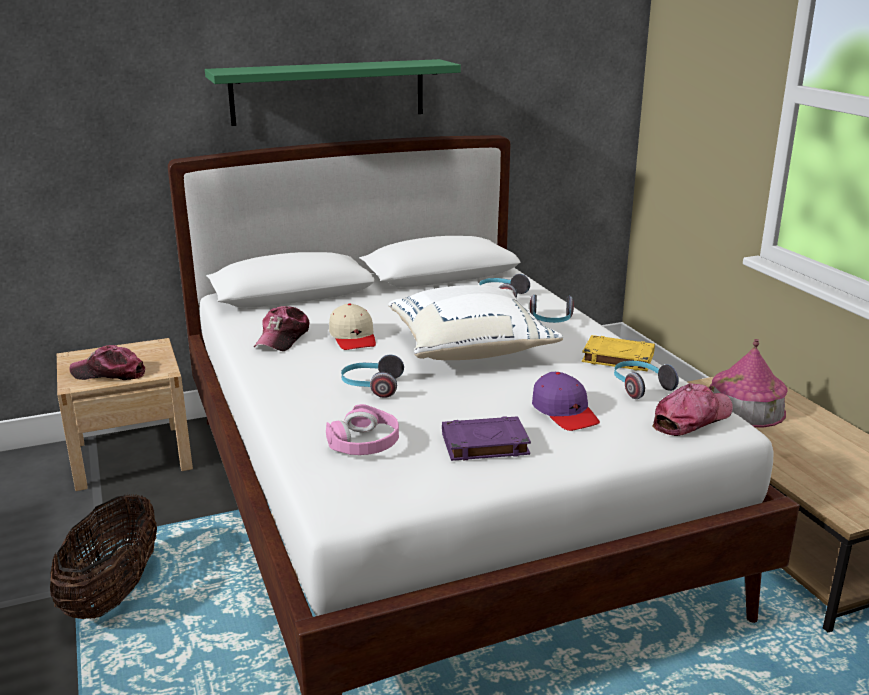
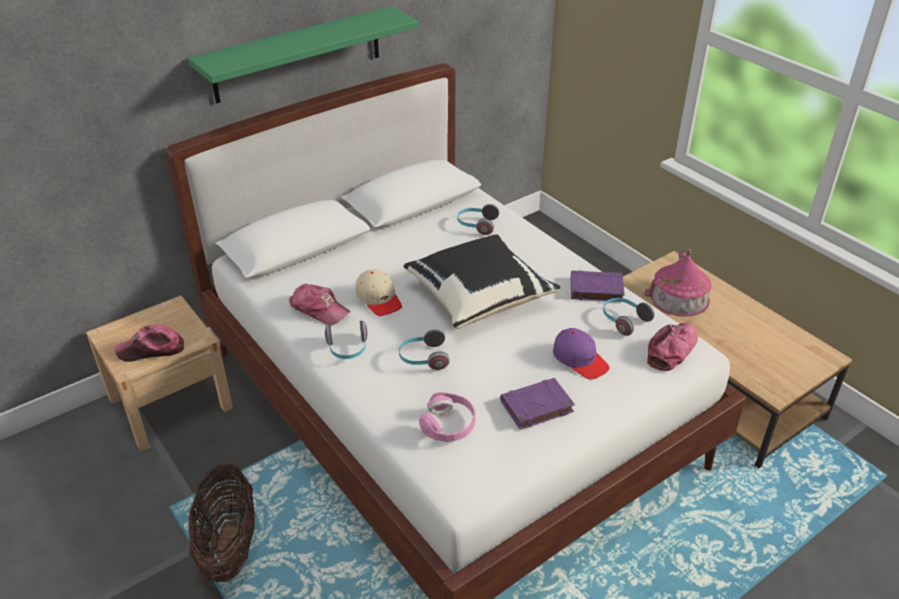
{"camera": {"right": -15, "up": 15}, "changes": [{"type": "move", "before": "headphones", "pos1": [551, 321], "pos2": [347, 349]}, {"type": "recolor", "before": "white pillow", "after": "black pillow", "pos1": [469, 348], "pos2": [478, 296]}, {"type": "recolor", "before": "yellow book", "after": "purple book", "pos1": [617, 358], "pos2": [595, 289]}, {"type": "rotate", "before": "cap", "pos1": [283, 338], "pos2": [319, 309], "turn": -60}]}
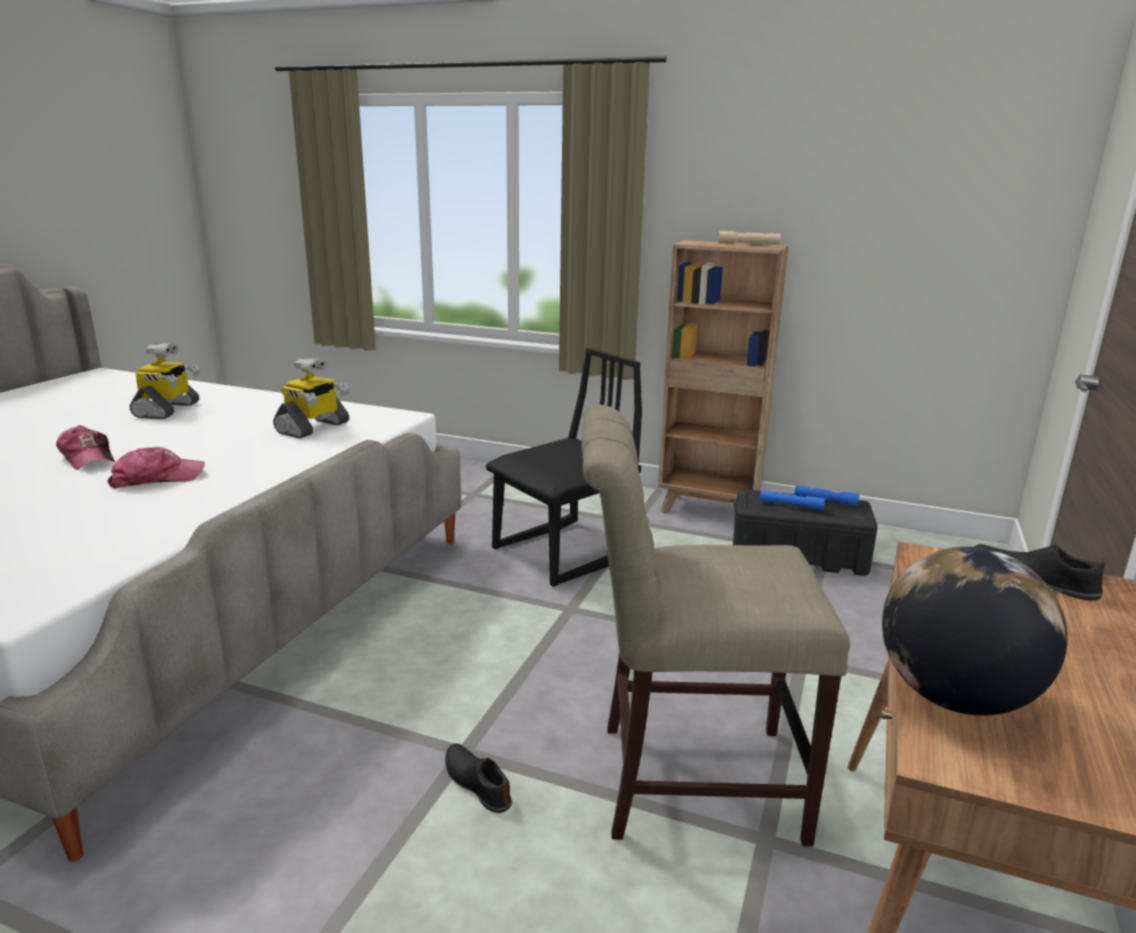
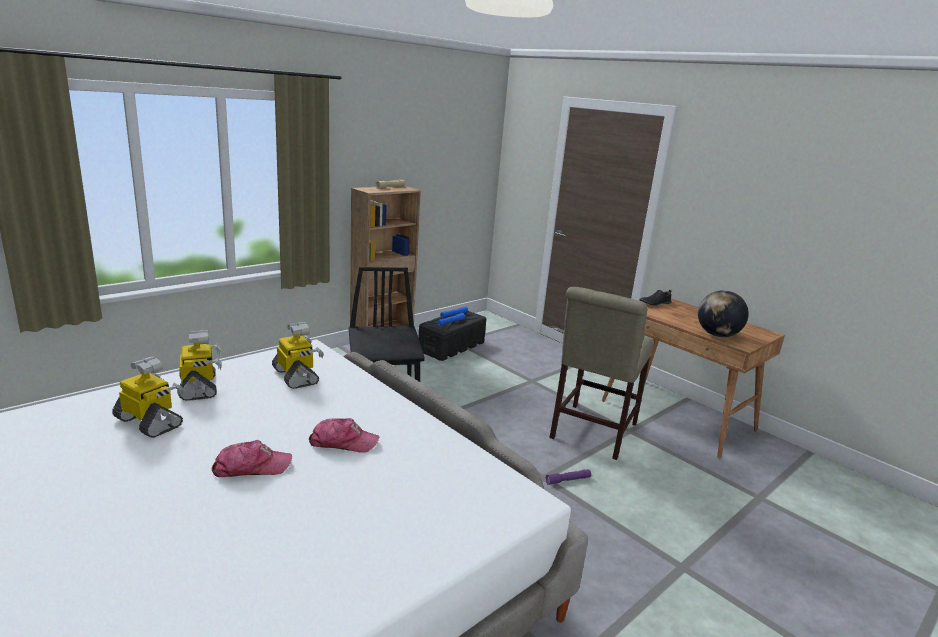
{"camera": {"right": -65, "up": 0}, "changes": [{"type": "insert", "after": "toy robot", "pos2": [199, 387]}, {"type": "replace", "before": "black shoe", "after": "purple flashlight", "pos1": [477, 782], "pos2": [568, 480]}, {"type": "rotate", "before": "cap", "pos1": [157, 478], "pos2": [343, 442], "turn": 90}]}
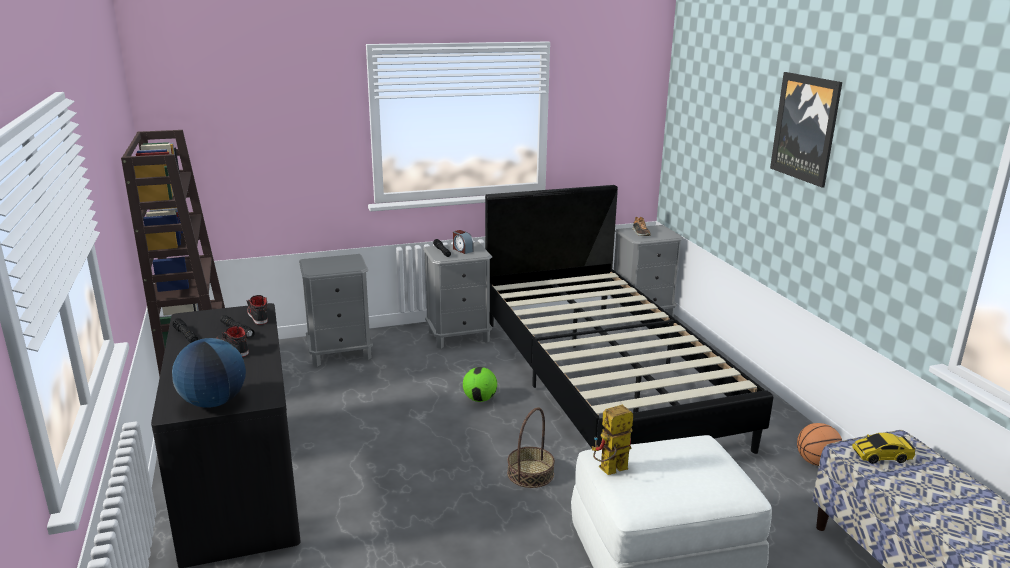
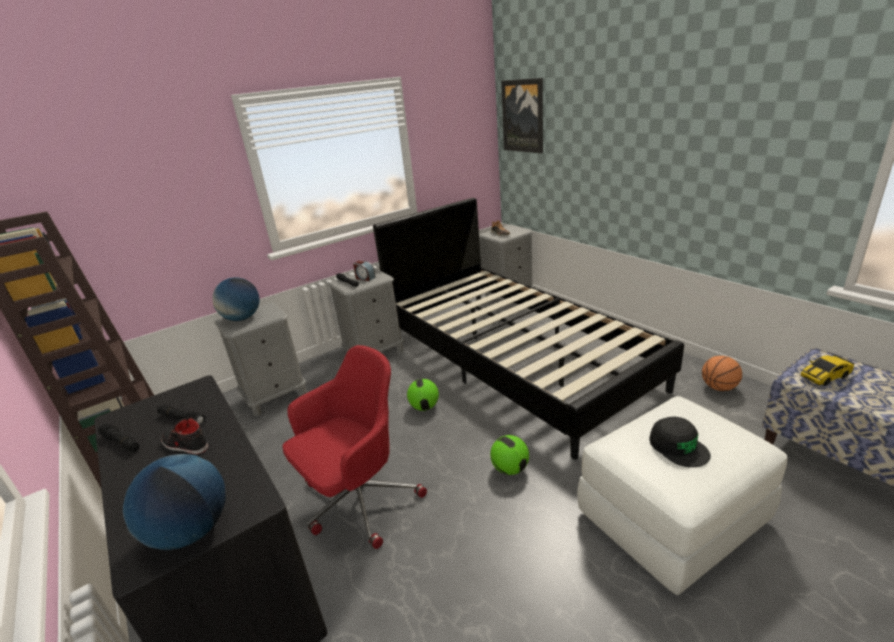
{"camera": {"right": -15, "up": 5}, "changes": [{"type": "delete", "before": "black shoe", "pos1": [257, 316]}, {"type": "delete", "before": "toy robot", "pos1": [609, 471]}, {"type": "insert", "after": "globe", "pos2": [242, 318]}, {"type": "insert", "after": "red office chair", "pos2": [359, 500]}, {"type": "insert", "after": "black cap", "pos2": [678, 446]}, {"type": "move", "before": "picture", "pos1": [806, 128], "pos2": [523, 116]}, {"type": "replace", "before": "basket", "after": "football", "pos1": [530, 473], "pos2": [510, 469]}]}
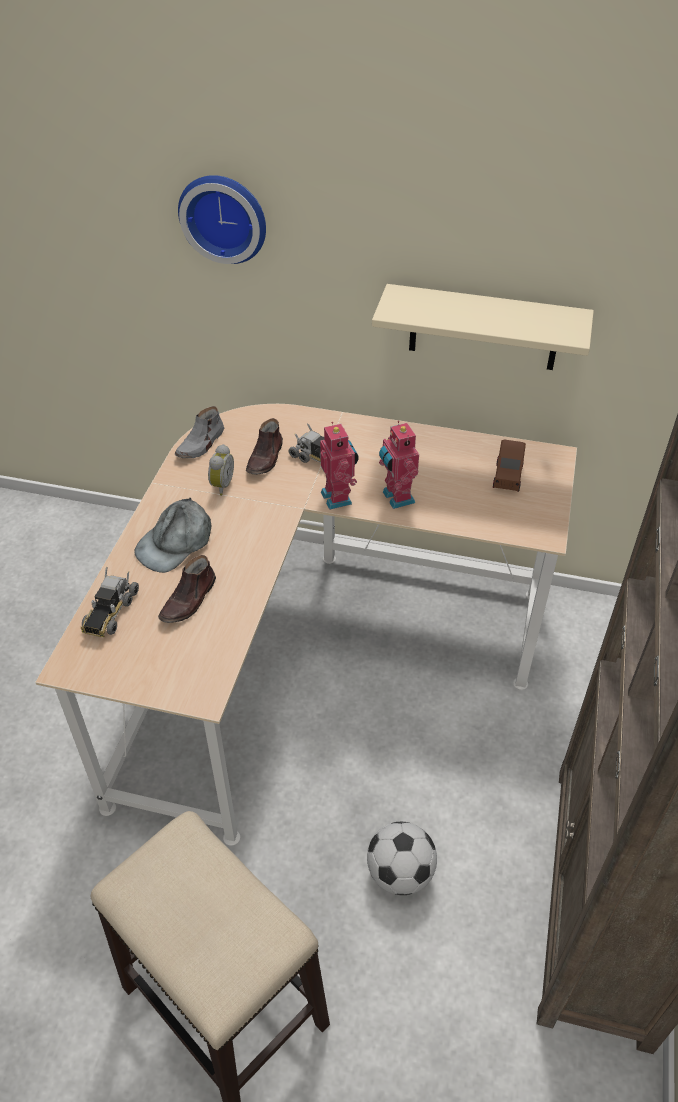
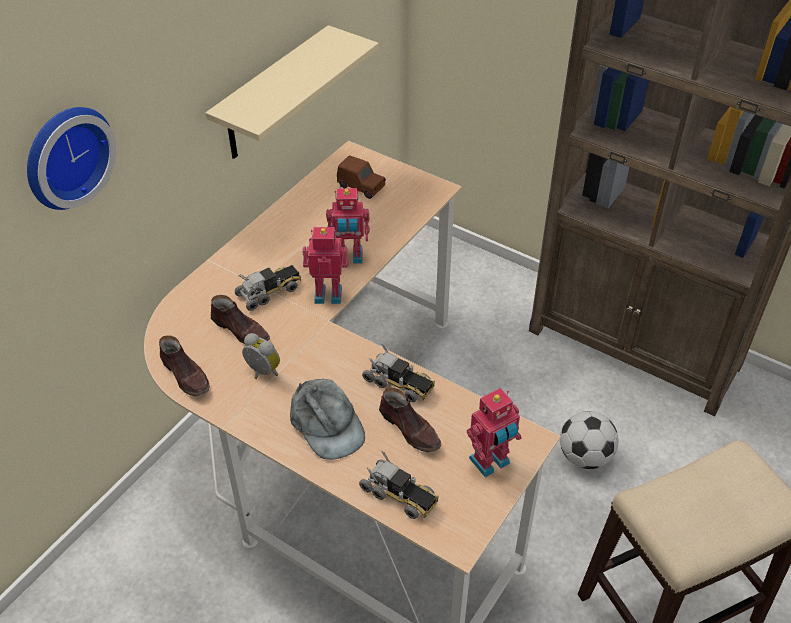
{"camera": {"right": -70, "up": 0}, "changes": [{"type": "insert", "after": "toy truck", "pos2": [399, 383]}, {"type": "insert", "after": "toy robot", "pos2": [491, 462]}, {"type": "recolor", "before": "grey shoe", "after": "brown shoe", "pos1": [201, 444], "pos2": [186, 375]}]}
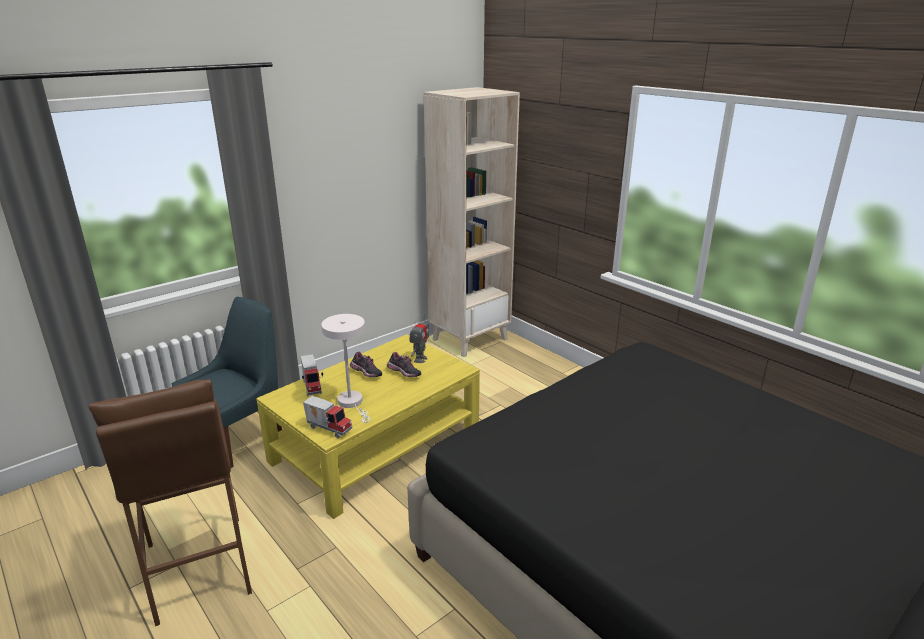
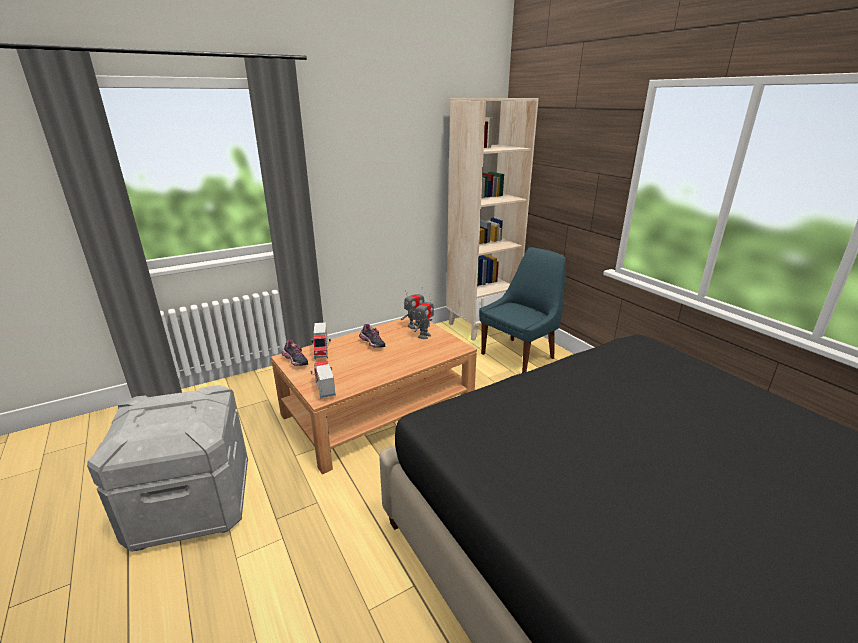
{"camera": {"right": 10, "up": 0}, "changes": [{"type": "delete", "before": "white table lamp", "pos1": [352, 403]}, {"type": "insert", "after": "toy robot", "pos2": [414, 326]}, {"type": "move", "before": "blue chair", "pos1": [241, 436], "pos2": [519, 355]}, {"type": "move", "before": "shoe", "pos1": [404, 374], "pos2": [295, 362]}, {"type": "replace", "before": "brown stool", "after": "grey storage box", "pos1": [198, 568], "pos2": [191, 505]}, {"type": "recolor", "before": "yellow coffee table", "after": "brown coffee table", "pos1": [377, 444], "pos2": [379, 409]}, {"type": "rotate", "before": "toy truck", "pos1": [329, 428], "pos2": [324, 389], "turn": -150}]}
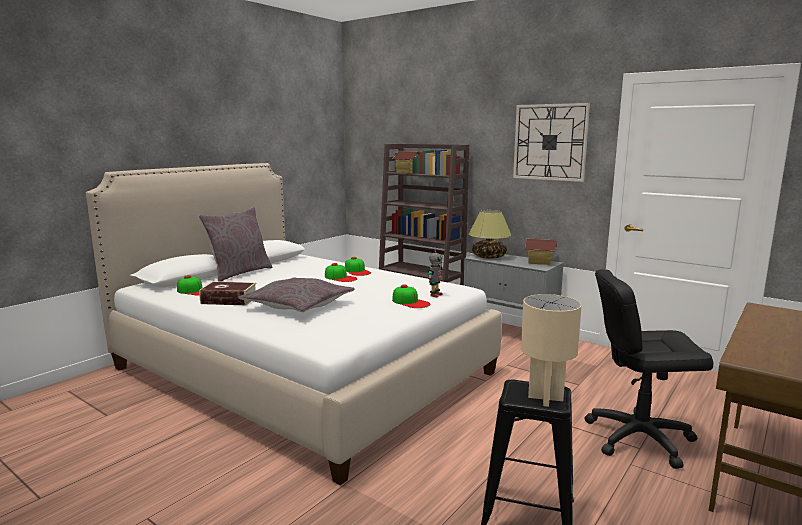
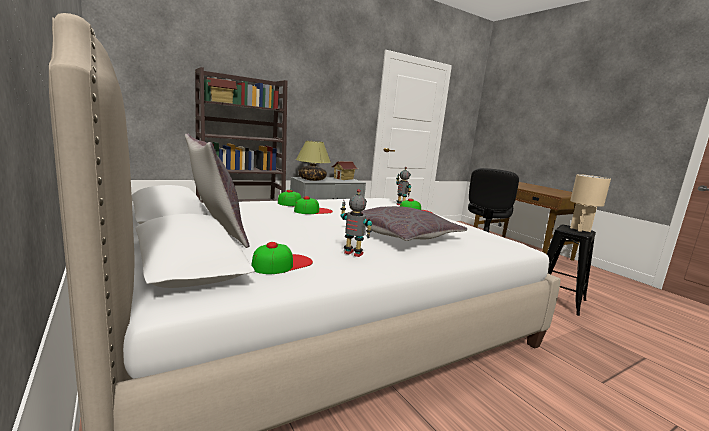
{"camera": {"right": -70, "up": 0}, "changes": [{"type": "delete", "before": "wall clock", "pos1": [550, 142]}, {"type": "replace", "before": "book", "after": "toy robot", "pos1": [229, 300], "pos2": [352, 254]}]}
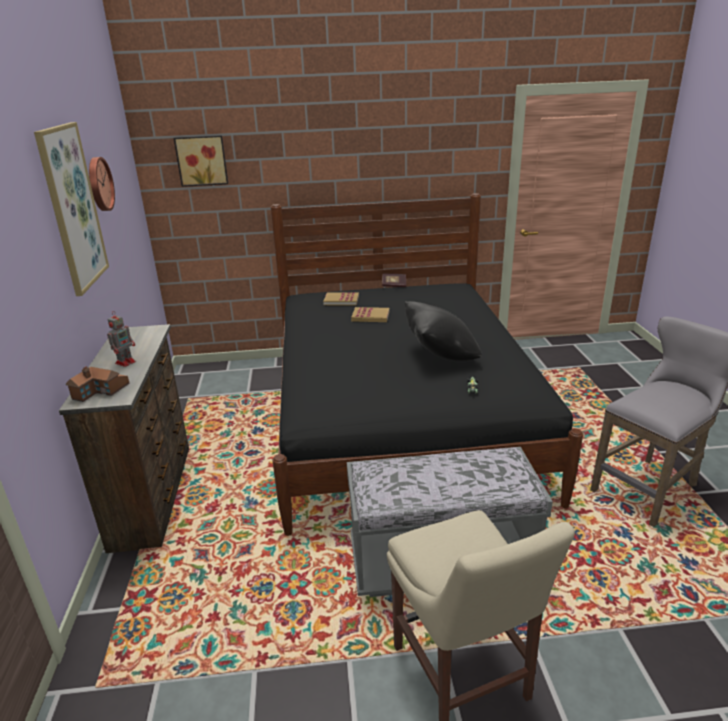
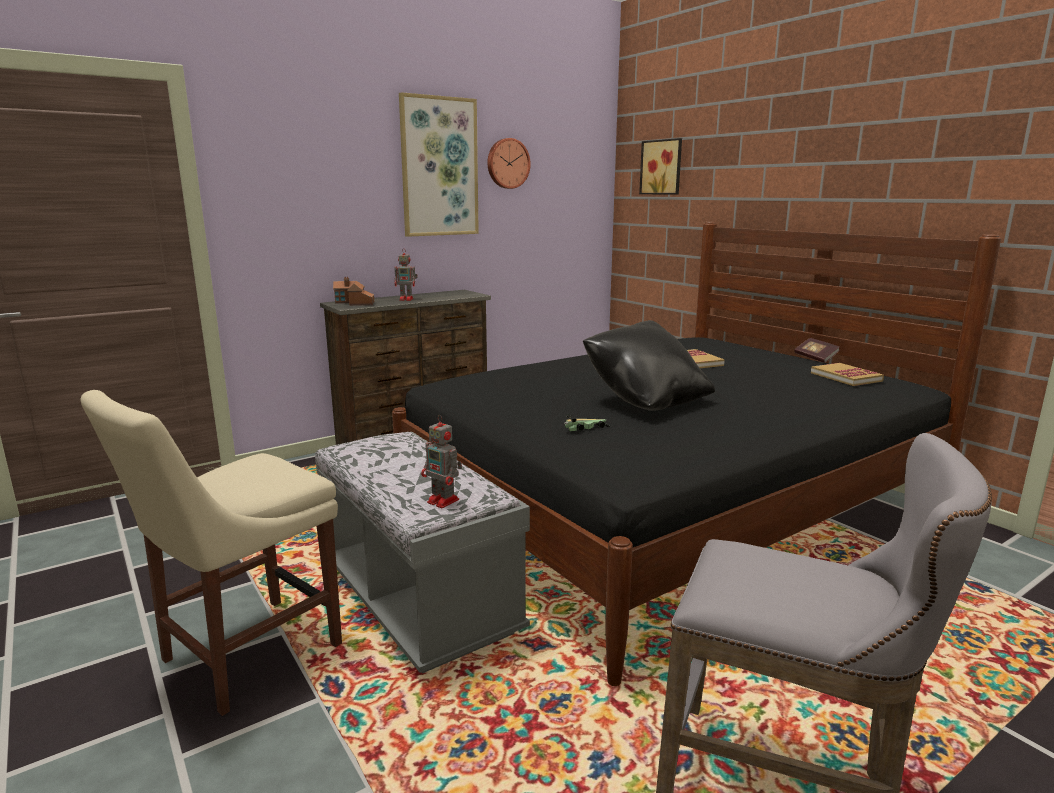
{"camera": {"right": 60, "up": -10}, "changes": [{"type": "insert", "after": "toy robot", "pos2": [444, 501]}, {"type": "move", "before": "book", "pos1": [341, 300], "pos2": [846, 377]}]}
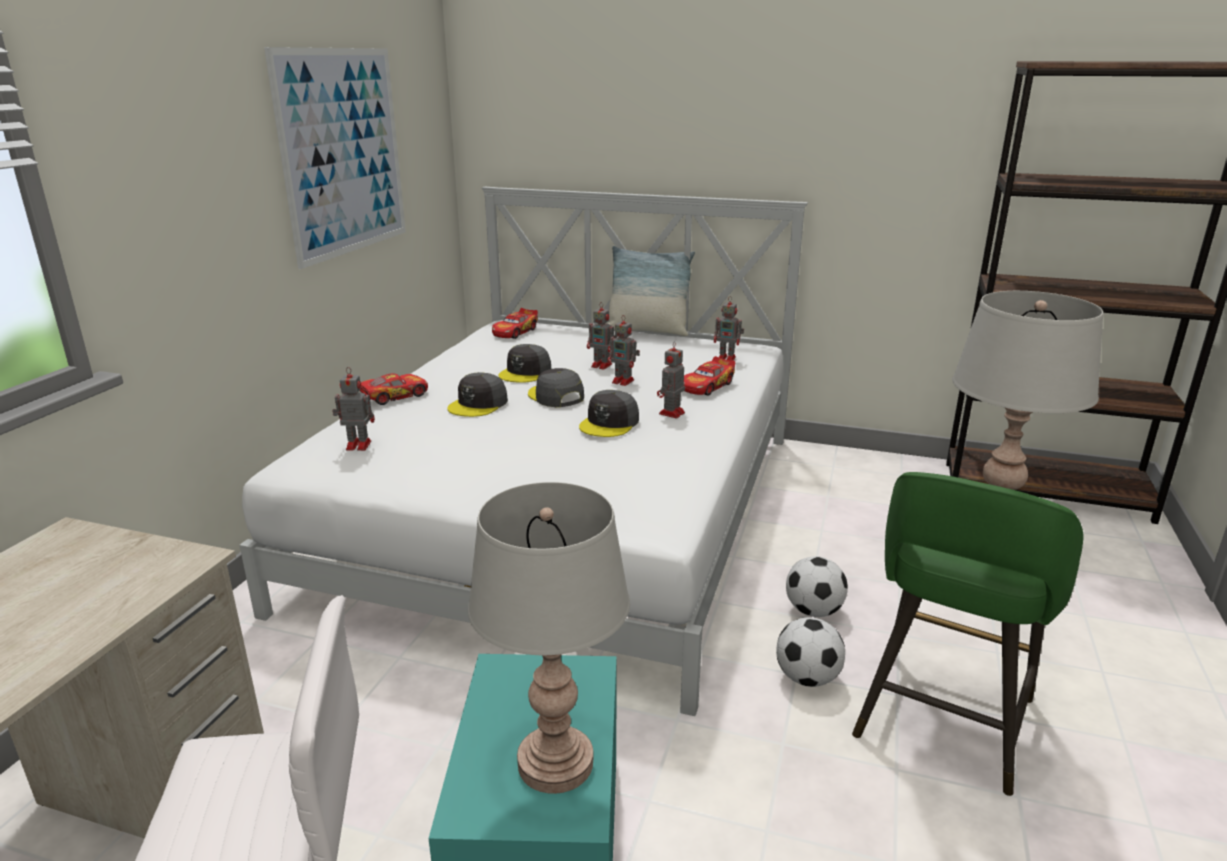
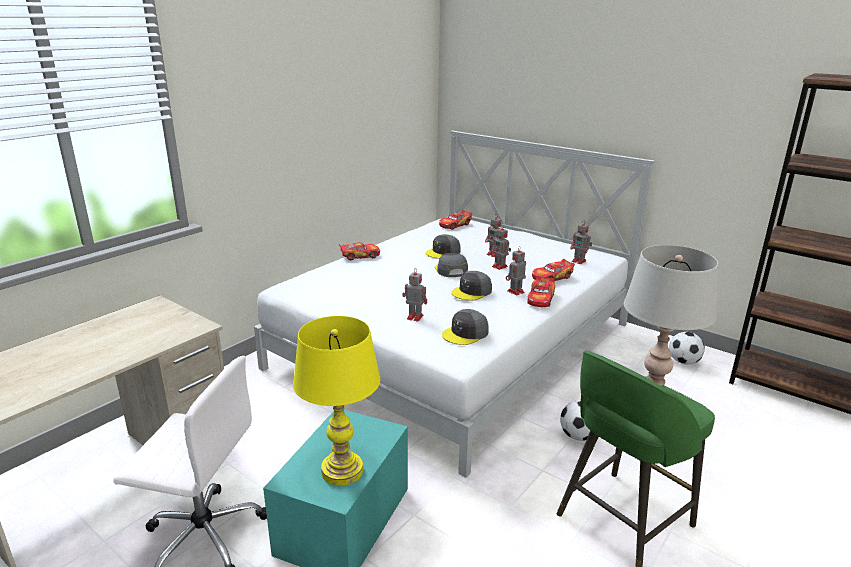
{"camera": {"right": 20, "up": 0}, "changes": [{"type": "delete", "before": "picture", "pos1": [343, 153]}, {"type": "delete", "before": "pillow", "pos1": [647, 331]}, {"type": "insert", "after": "toy car", "pos2": [541, 298]}, {"type": "move", "before": "toy robot", "pos1": [357, 445], "pos2": [414, 317]}, {"type": "move", "before": "grey cap", "pos1": [478, 404], "pos2": [465, 333]}, {"type": "move", "before": "football", "pos1": [807, 678], "pos2": [683, 362]}, {"type": "recolor", "before": "grey table lamp", "after": "yellow table lamp", "pos1": [555, 764], "pos2": [342, 471]}]}
